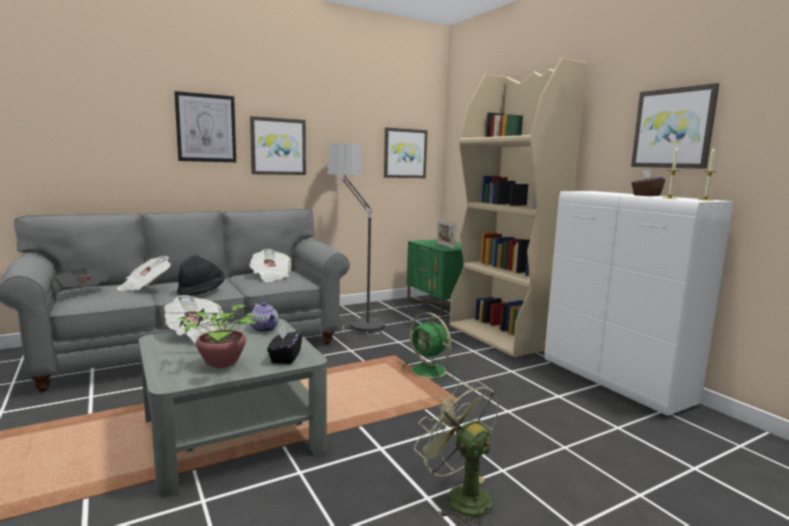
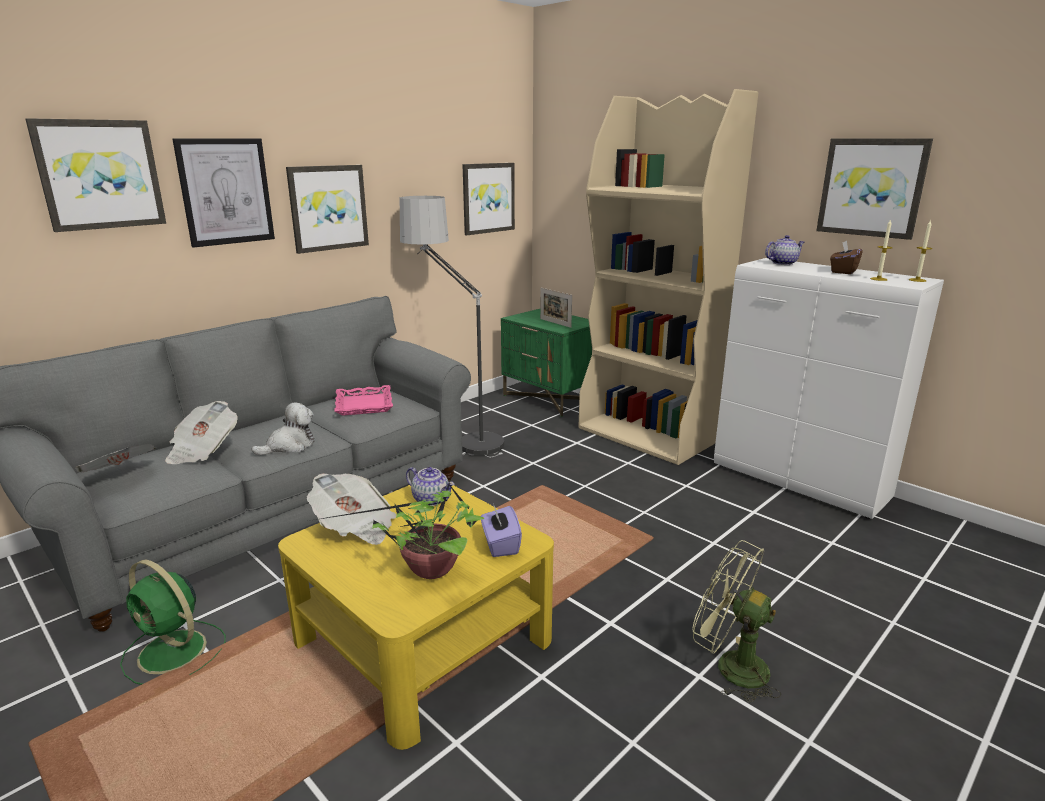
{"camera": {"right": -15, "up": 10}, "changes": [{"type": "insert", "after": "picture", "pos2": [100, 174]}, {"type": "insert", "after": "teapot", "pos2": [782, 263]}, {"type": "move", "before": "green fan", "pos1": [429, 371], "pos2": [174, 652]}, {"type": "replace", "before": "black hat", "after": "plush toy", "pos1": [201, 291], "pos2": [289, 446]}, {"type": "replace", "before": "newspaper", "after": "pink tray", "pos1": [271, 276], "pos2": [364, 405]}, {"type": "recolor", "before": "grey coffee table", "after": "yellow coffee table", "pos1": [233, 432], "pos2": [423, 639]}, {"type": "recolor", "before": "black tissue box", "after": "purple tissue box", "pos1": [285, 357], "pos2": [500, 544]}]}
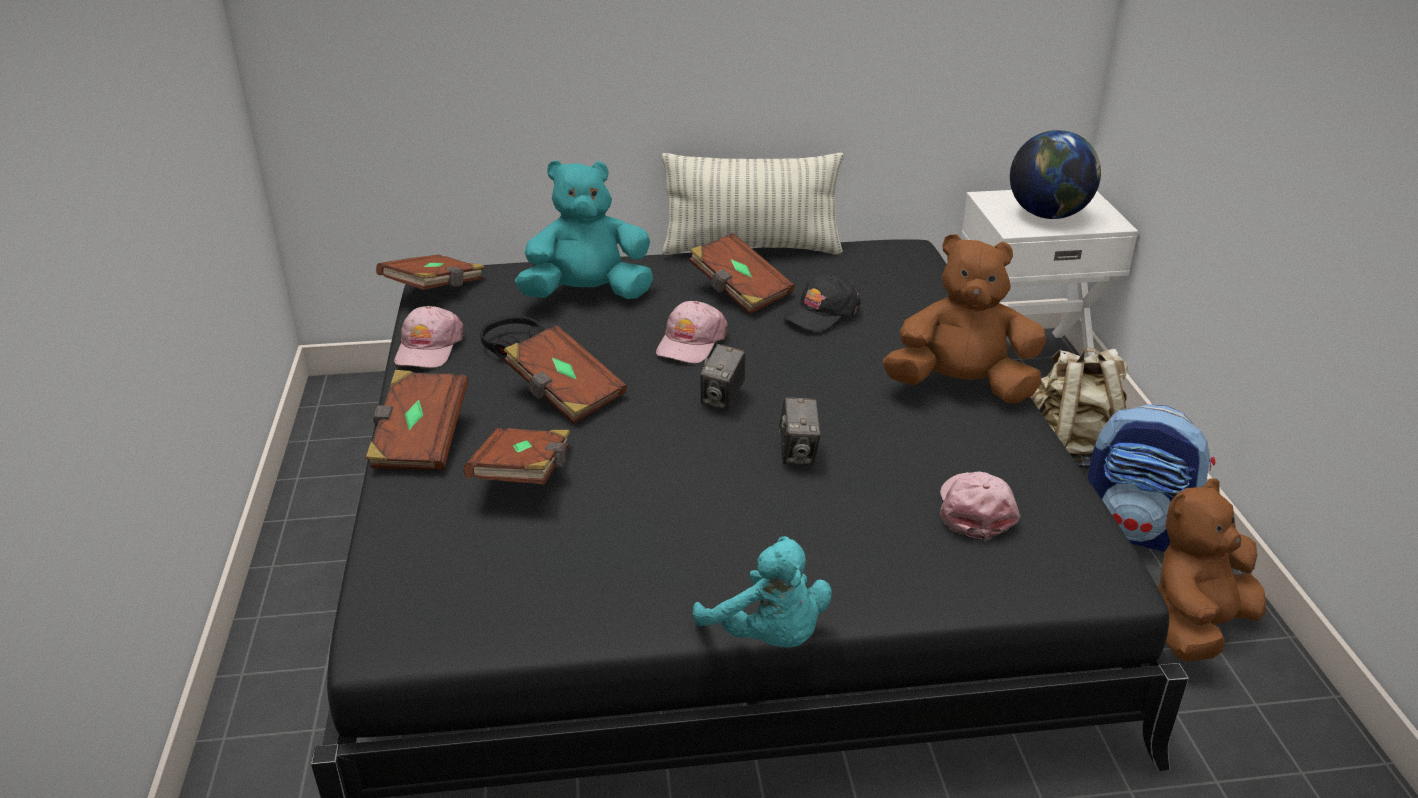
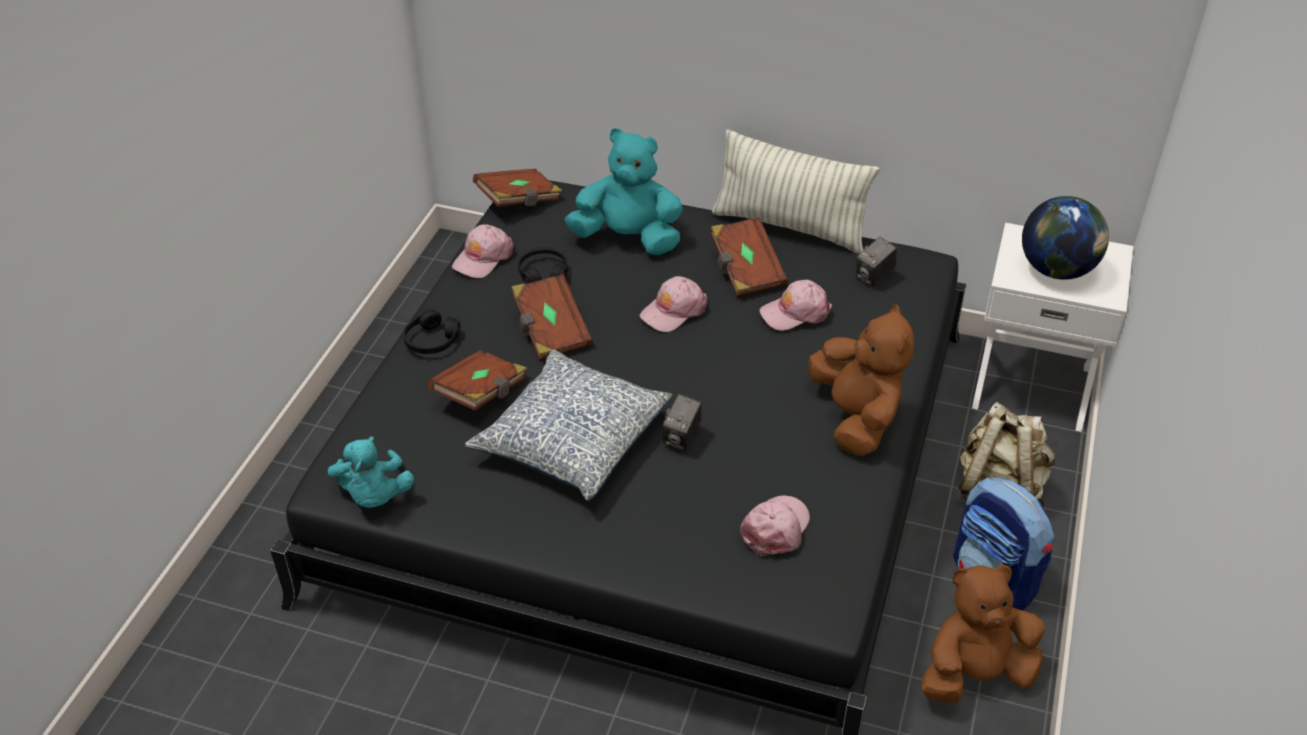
{"camera": {"right": 25, "up": 10}, "changes": [{"type": "insert", "after": "pillow", "pos2": [572, 439]}, {"type": "move", "before": "turquoise plush toy", "pos1": [768, 636], "pos2": [374, 496]}, {"type": "move", "before": "photo camera", "pos1": [722, 399], "pos2": [874, 277]}, {"type": "replace", "before": "brown book", "after": "black headphones", "pos1": [419, 440], "pos2": [431, 340]}, {"type": "recolor", "before": "black cap", "after": "pink cap", "pos1": [821, 313], "pos2": [795, 312]}, {"type": "rotate", "before": "brown plush toy", "pos1": [961, 387], "pos2": [856, 418], "turn": 45}]}
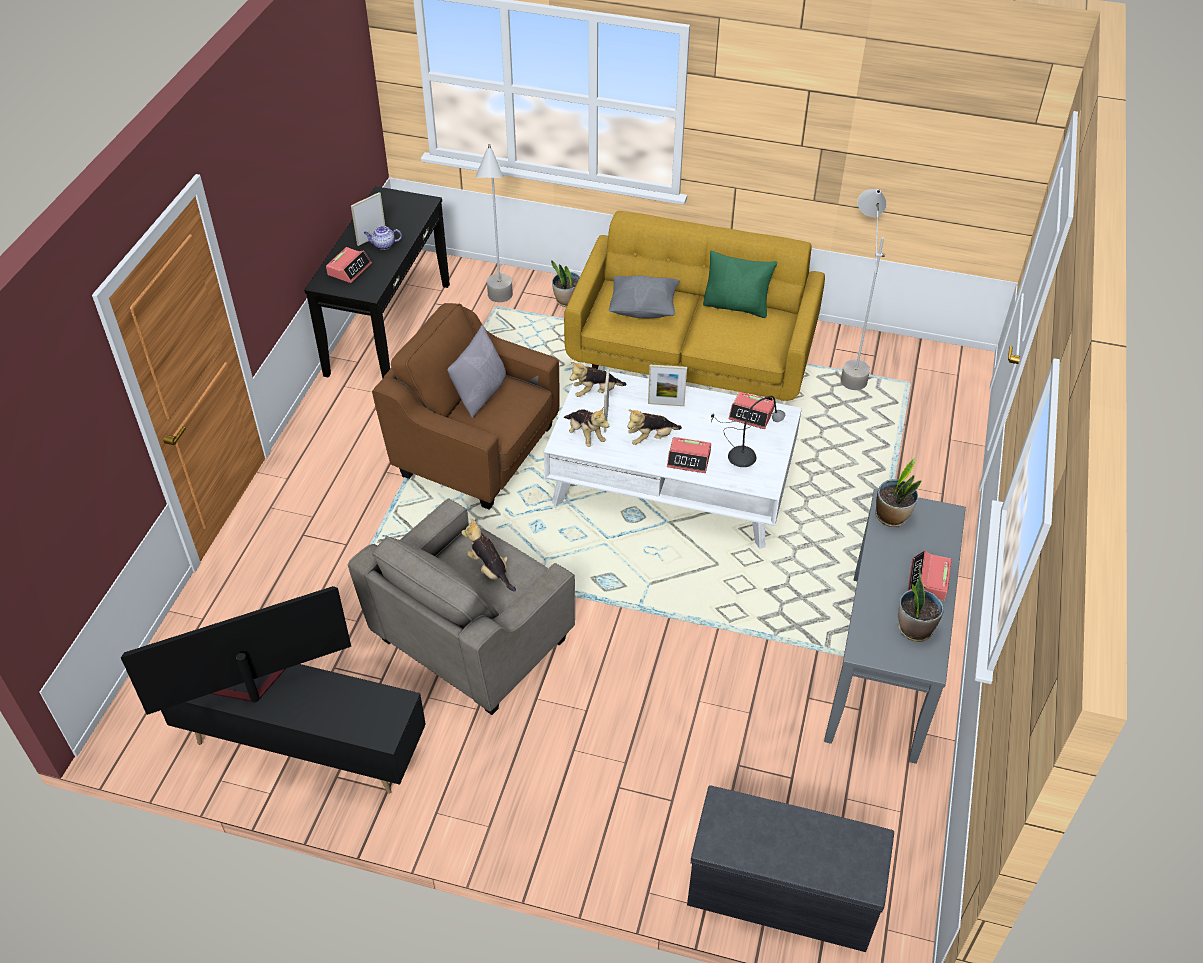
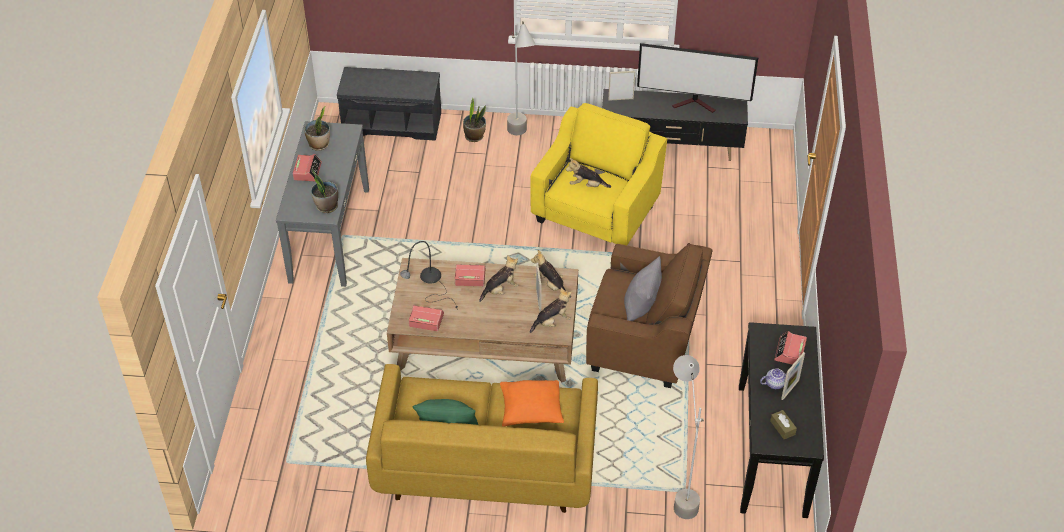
{"camera": {"right": 170, "up": 0}, "changes": [{"type": "insert", "after": "brown tissue box", "pos2": [782, 428]}, {"type": "move", "before": "potted plant", "pos1": [567, 301], "pos2": [474, 136]}, {"type": "move", "before": "picture frame", "pos1": [666, 404], "pos2": [620, 99]}, {"type": "move", "before": "grey floor lamp", "pos1": [849, 366], "pos2": [521, 139]}, {"type": "recolor", "before": "grey armchair", "after": "yellow armchair", "pos1": [471, 640], "pos2": [596, 213]}, {"type": "recolor", "before": "white coffee table", "after": "brown coffee table", "pos1": [672, 481], "pos2": [485, 338]}, {"type": "recolor", "before": "grey pillow", "after": "orange pillow", "pos1": [643, 309], "pos2": [530, 412]}, {"type": "rotate", "before": "television", "pos1": [249, 691], "pos2": [695, 104], "turn": 45}, {"type": "rotate", "before": "plush toy", "pos1": [490, 570], "pos2": [587, 185], "turn": 150}]}
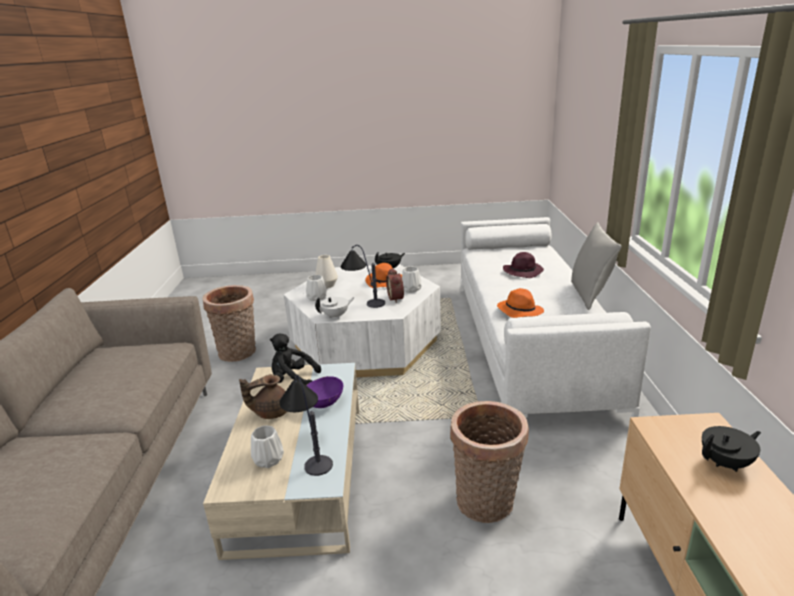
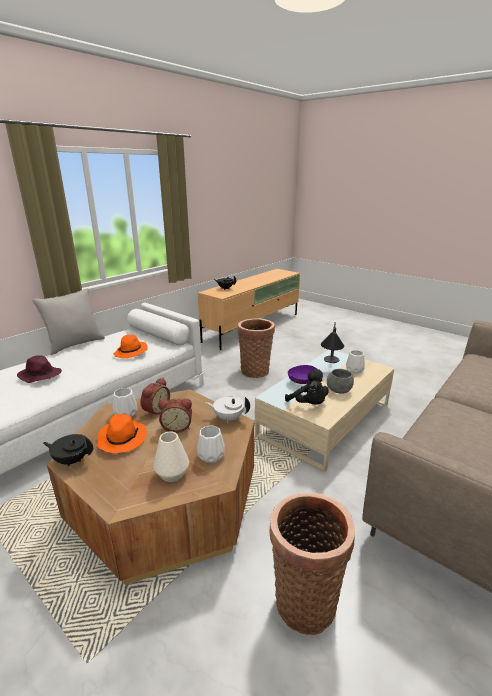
{"camera": {"right": -140, "up": 0}, "changes": [{"type": "replace", "before": "brown teapot", "after": "grey bowl", "pos1": [270, 412], "pos2": [339, 391]}, {"type": "replace", "before": "table lamp", "after": "alarm clock", "pos1": [363, 298], "pos2": [177, 427]}, {"type": "recolor", "before": "white coffee table", "after": "brown coffee table", "pos1": [366, 344], "pos2": [166, 500]}]}
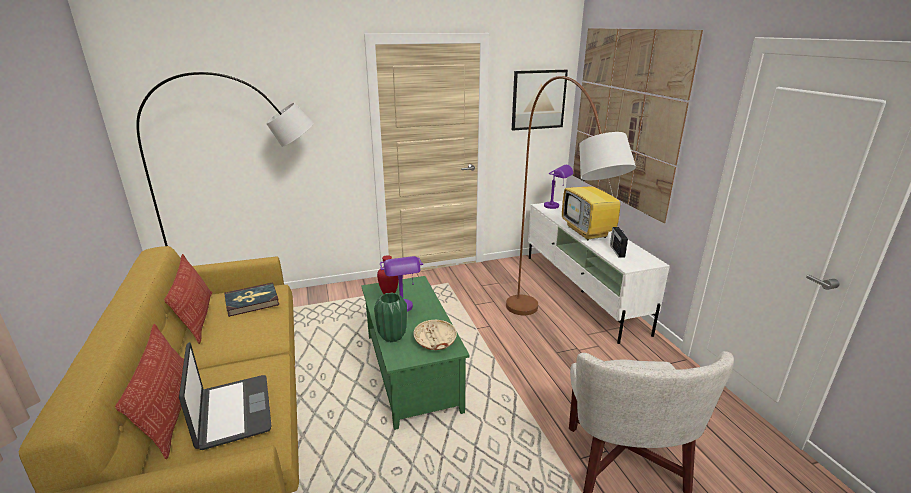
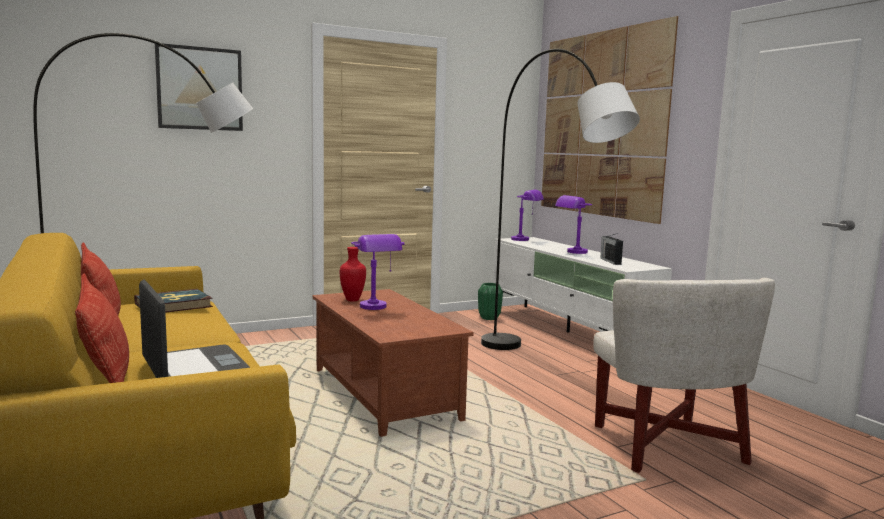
{"camera": {"right": -10, "up": -15}, "changes": [{"type": "delete", "before": "beige bowl", "pos1": [435, 342]}, {"type": "move", "before": "green vase", "pos1": [392, 336], "pos2": [489, 318]}, {"type": "move", "before": "picture", "pos1": [538, 99], "pos2": [199, 88]}, {"type": "replace", "before": "television", "after": "purple table lamp", "pos1": [588, 232], "pos2": [572, 252]}, {"type": "recolor", "before": "green coffee table", "after": "brown coffee table", "pos1": [410, 371], "pos2": [382, 394]}, {"type": "recolor", "before": "brown floor lamp", "after": "grey floor lamp", "pos1": [549, 341], "pos2": [544, 367]}]}
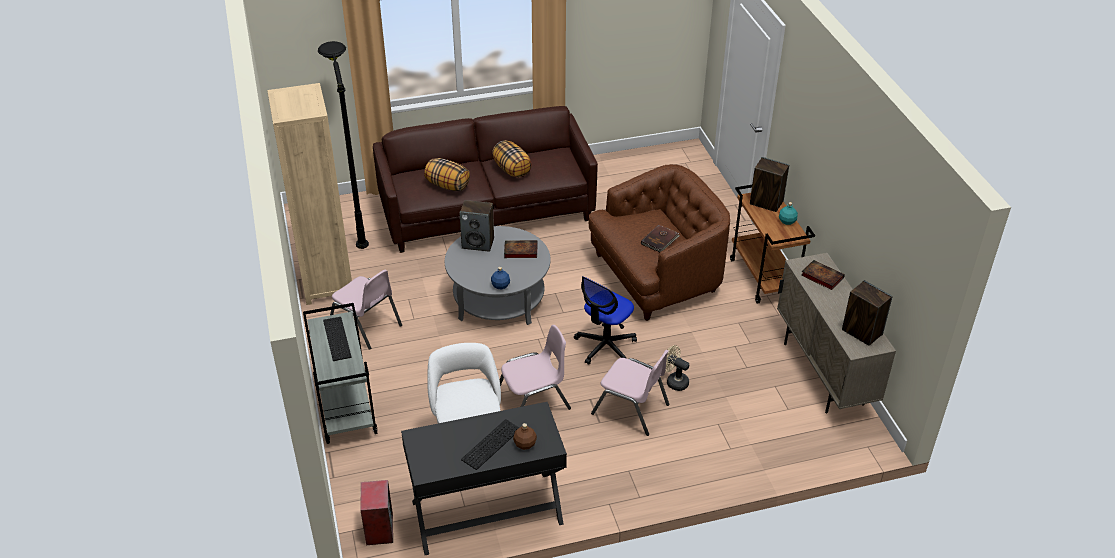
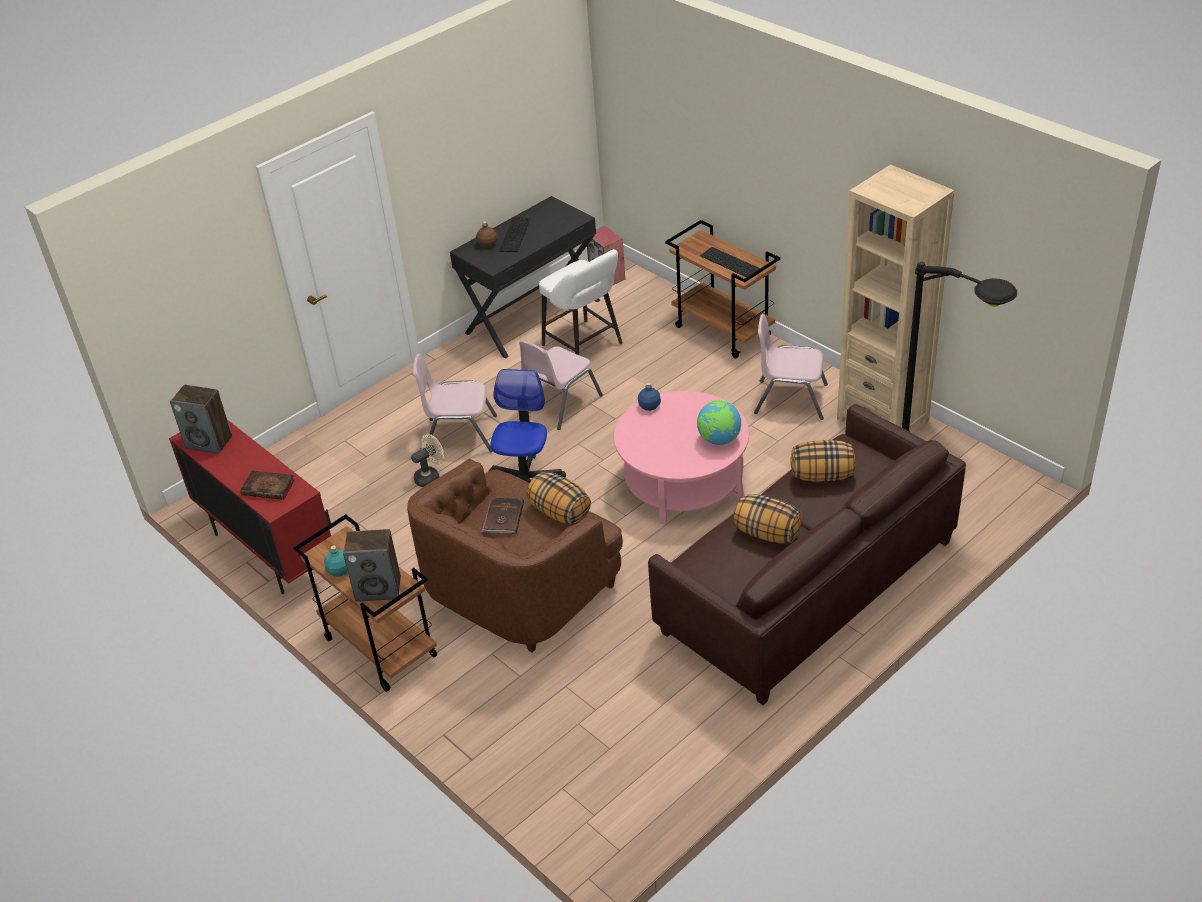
{"camera": {"right": 155, "up": 0}, "changes": [{"type": "delete", "before": "book", "pos1": [520, 251]}, {"type": "insert", "after": "pillow", "pos2": [559, 512]}, {"type": "replace", "before": "speaker", "after": "globe", "pos1": [478, 243], "pos2": [719, 440]}, {"type": "recolor", "before": "grey cart", "after": "brown cart", "pos1": [345, 409], "pos2": [724, 331]}, {"type": "recolor", "before": "grey coffee table", "after": "pink coffee table", "pos1": [499, 298], "pos2": [683, 483]}, {"type": "recolor", "before": "beige cabinet", "after": "red cabinet", "pos1": [823, 374], "pos2": [268, 550]}, {"type": "rotate", "before": "beige fan", "pos1": [674, 381], "pos2": [431, 477], "turn": -45}]}
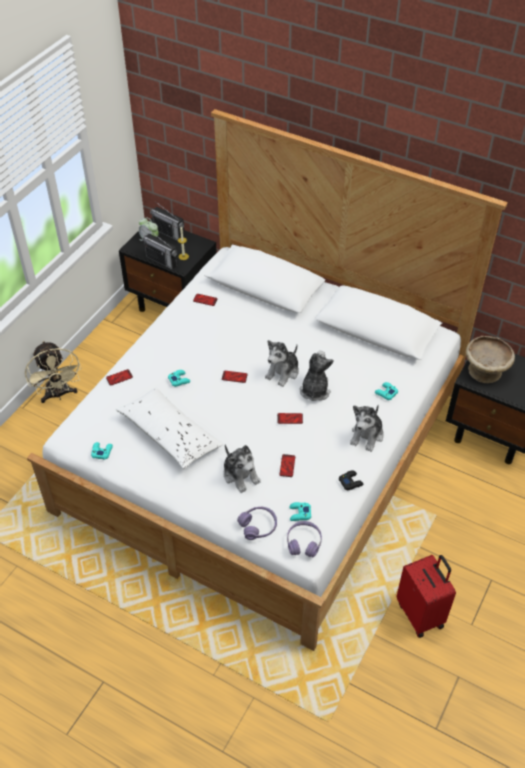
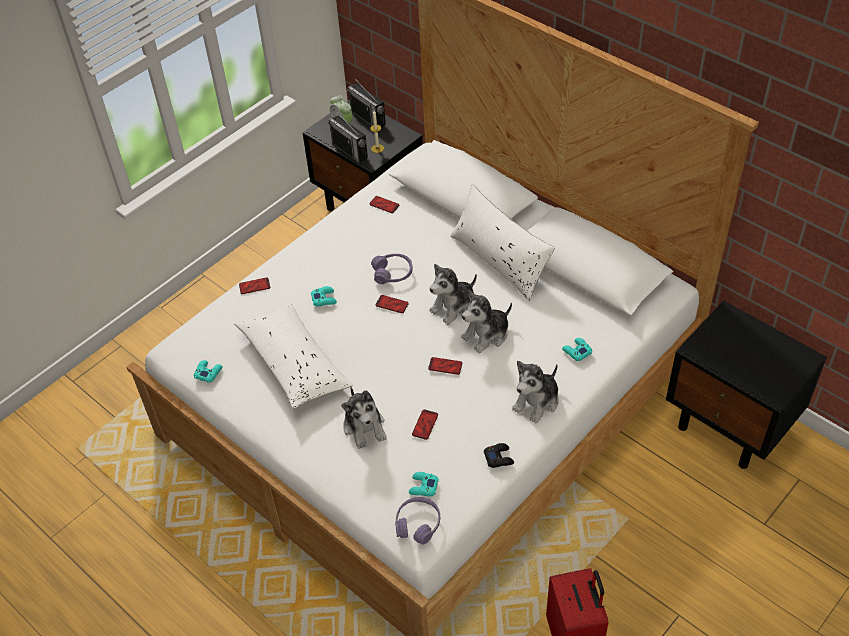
{"camera": {"right": 15, "up": 0}, "changes": [{"type": "delete", "before": "beige fan", "pos1": [58, 395]}, {"type": "delete", "before": "beige bowl", "pos1": [485, 370]}, {"type": "insert", "after": "white pillow", "pos2": [500, 260]}, {"type": "move", "before": "purple headphones", "pos1": [258, 526], "pos2": [392, 273]}, {"type": "rotate", "before": "plush toy", "pos1": [314, 390], "pos2": [487, 335], "turn": -150}]}
